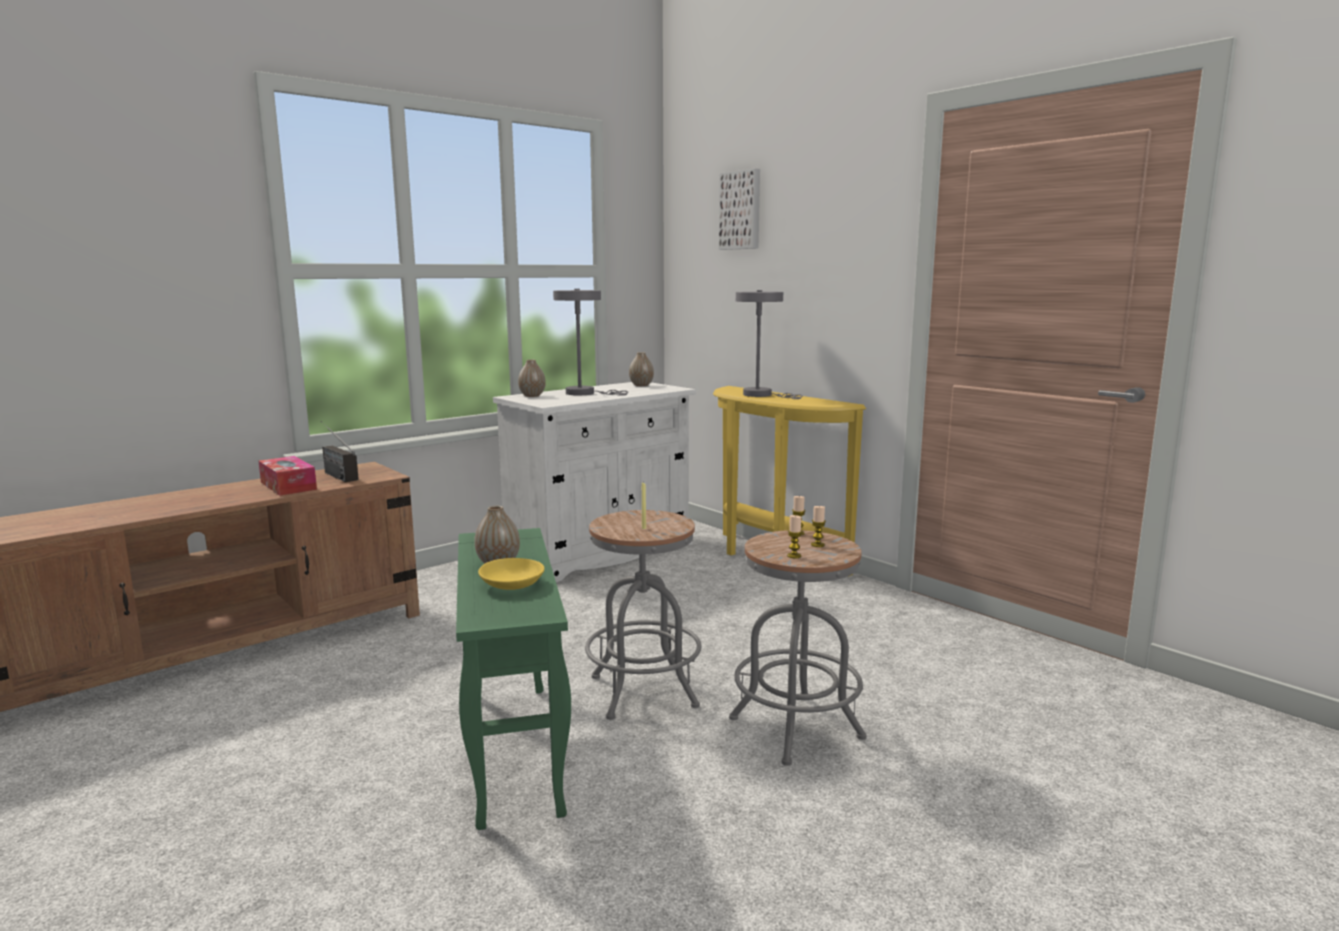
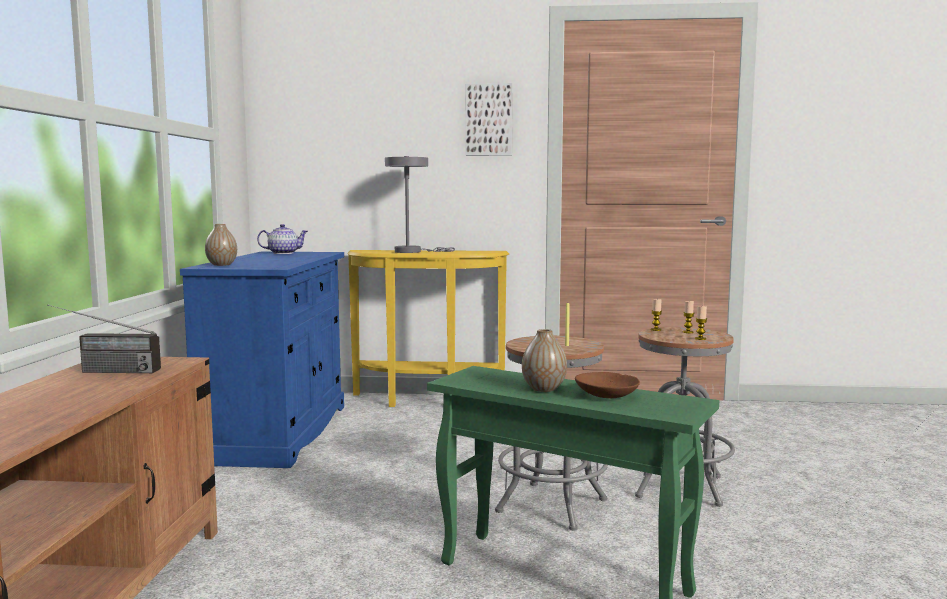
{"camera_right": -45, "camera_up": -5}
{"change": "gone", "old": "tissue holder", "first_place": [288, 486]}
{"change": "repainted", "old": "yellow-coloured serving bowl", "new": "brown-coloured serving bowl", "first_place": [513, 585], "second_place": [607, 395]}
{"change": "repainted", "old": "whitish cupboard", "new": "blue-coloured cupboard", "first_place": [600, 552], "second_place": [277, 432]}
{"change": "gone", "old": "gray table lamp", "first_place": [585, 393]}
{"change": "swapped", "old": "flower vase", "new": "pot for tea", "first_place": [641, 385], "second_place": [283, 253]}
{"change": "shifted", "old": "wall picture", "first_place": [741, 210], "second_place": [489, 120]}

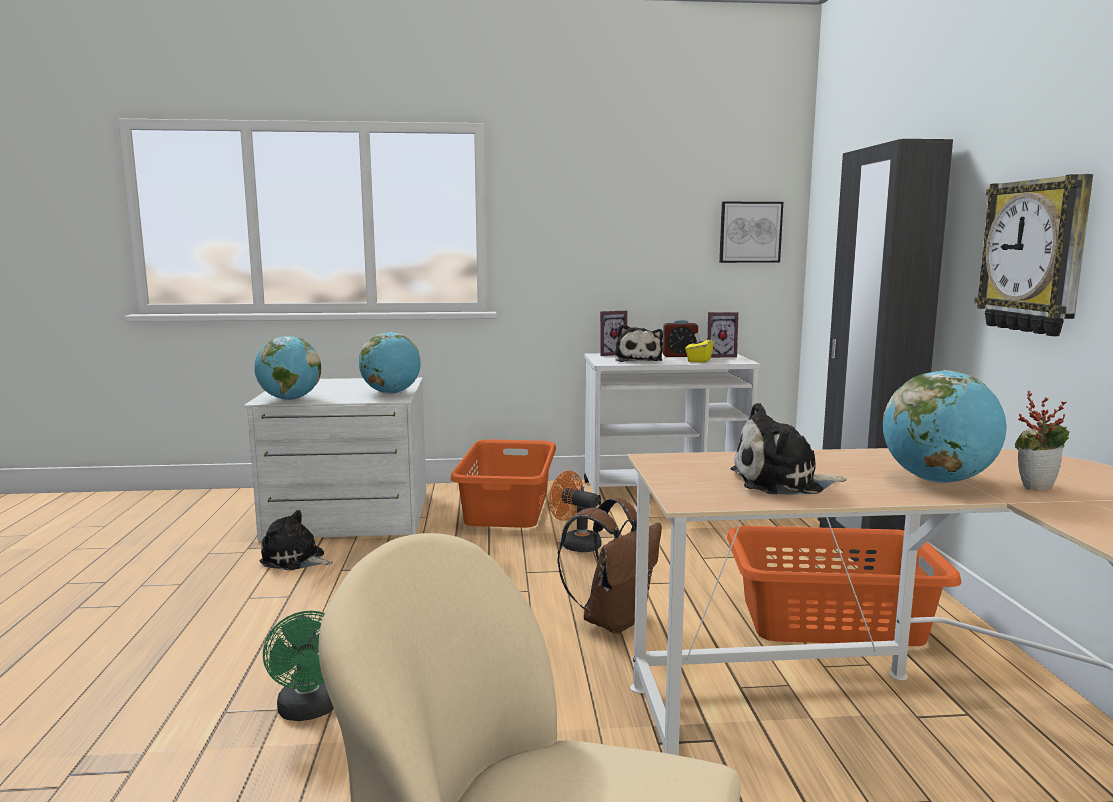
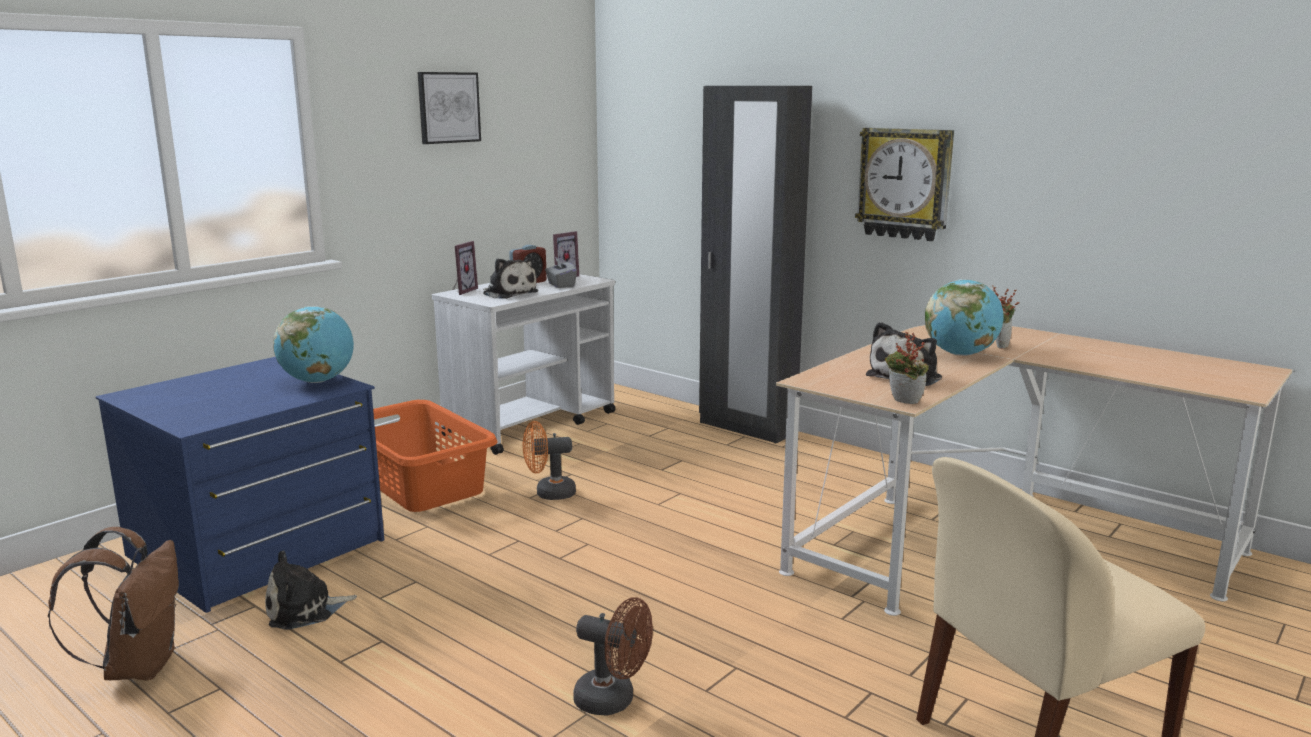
{"camera_right": -45, "camera_up": 5}
{"change": "repainted", "old": "whitish dresser", "new": "blue-coloured dresser", "first_place": [348, 516], "second_place": [258, 549]}
{"change": "gone", "old": "world globe", "first_place": [289, 399]}
{"change": "repainted", "old": "green-coloured cooling fan", "new": "brown-coloured cooling fan", "first_place": [309, 711], "second_place": [613, 701]}
{"change": "shifted", "old": "brown-coloured backpack", "first_place": [613, 620], "second_place": [138, 666]}
{"change": "repainted", "old": "yellow-coloured tissue holder", "new": "gray tissue holder", "first_place": [698, 360], "second_place": [560, 285]}
{"change": "shifted", "old": "wall picture", "first_place": [750, 232], "second_place": [448, 107]}
{"change": "gone", "old": "orange washing basket", "first_place": [829, 620]}
{"change": "new", "new": "houseplant", "second_place": [903, 402]}

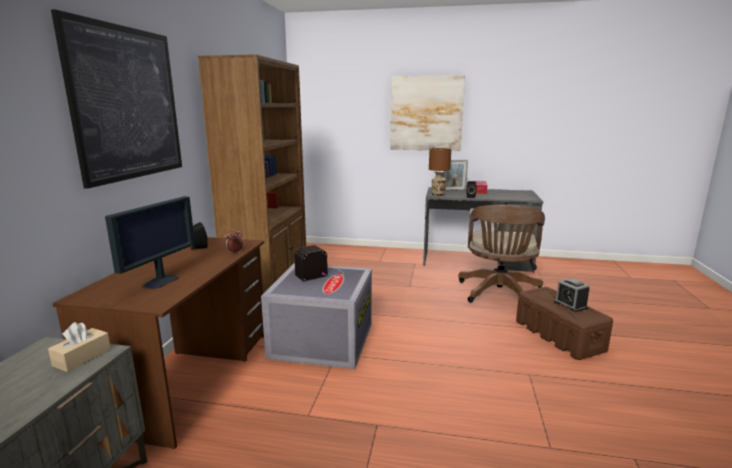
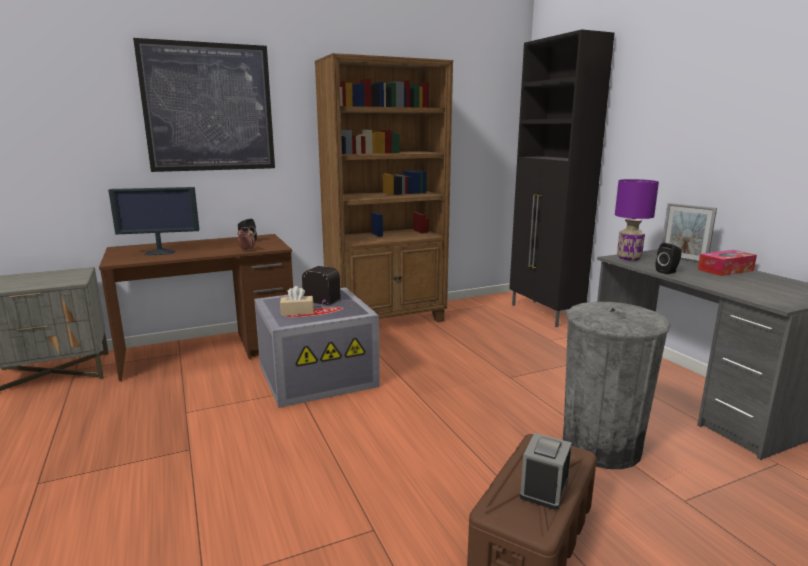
{"camera_right": 55, "camera_up": 0}
{"change": "shifted", "old": "beige tissue holder", "first_place": [82, 357], "second_place": [297, 312]}
{"change": "gone", "old": "wall picture", "first_place": [426, 113]}
{"change": "repainted", "old": "brown-coloured table lamp", "new": "purple-coloured table lamp", "first_place": [438, 194], "second_place": [629, 258]}
{"change": "swapped", "old": "brown-coloured office chair", "new": "gray waste bin", "first_place": [499, 294], "second_place": [601, 446]}
{"change": "new", "new": "black cupboard", "second_place": [545, 314]}

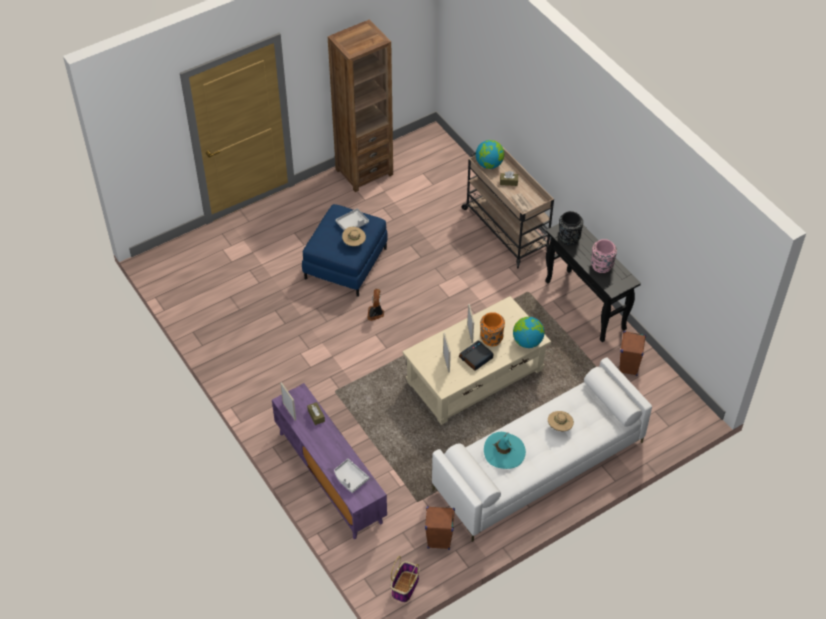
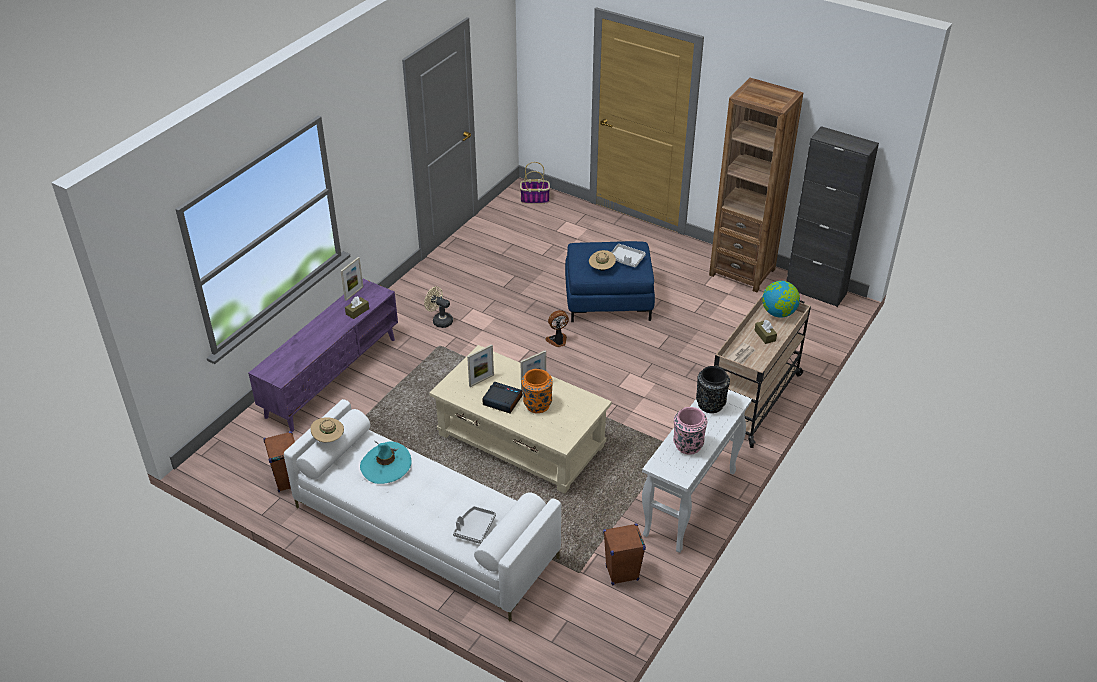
{"camera_right": 65, "camera_up": -10}
{"change": "shifted", "old": "gray serving tray", "first_place": [350, 478], "second_place": [474, 528]}
{"change": "shifted", "old": "storage basket", "first_place": [405, 586], "second_place": [535, 199]}
{"change": "gone", "old": "world globe", "first_place": [527, 341]}
{"change": "repainted", "old": "black console table", "new": "whitish console table", "first_place": [586, 305], "second_place": [690, 504]}
{"change": "shifted", "old": "beige hat", "first_place": [559, 426], "second_place": [329, 438]}
{"change": "new", "new": "beige cooling fan", "second_place": [439, 320]}
{"change": "new", "new": "black cupboard", "second_place": [815, 291]}

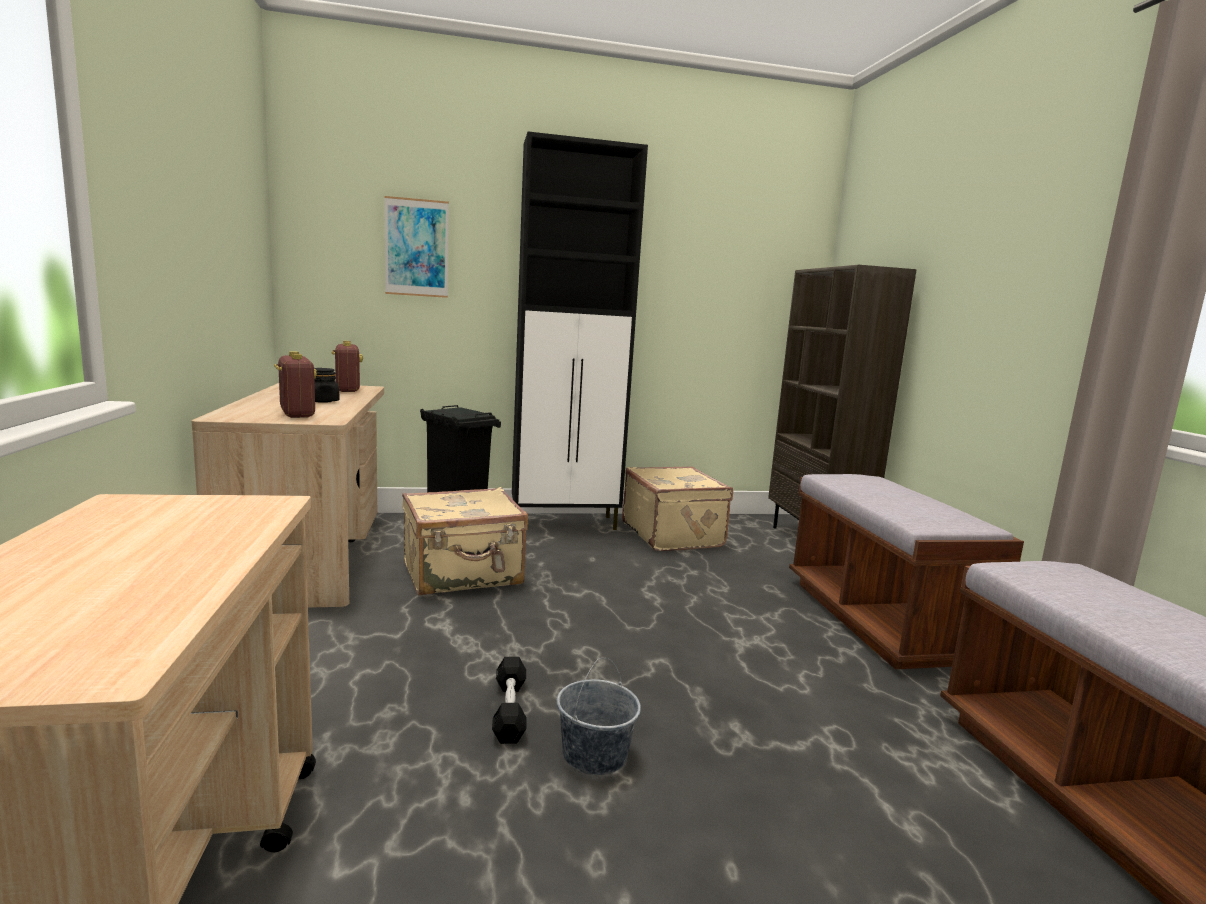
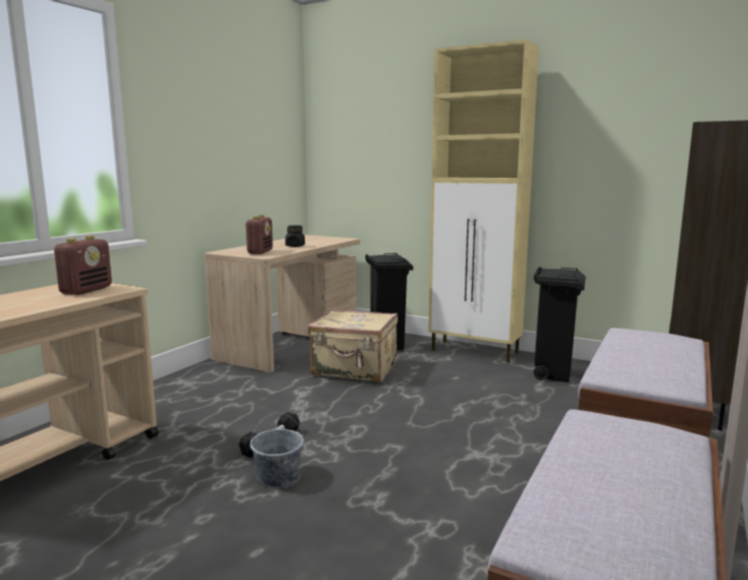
{"camera_right": 40, "camera_up": 0}
{"change": "shifted", "old": "radio set", "first_place": [347, 389], "second_place": [86, 290]}
{"change": "gone", "old": "wall picture", "first_place": [416, 248]}
{"change": "repainted", "old": "black cupboard", "new": "beige cupboard", "first_place": [566, 523], "second_place": [475, 351]}
{"change": "swapped", "old": "beige travel case", "new": "black waste bin", "first_place": [673, 535], "second_place": [553, 374]}

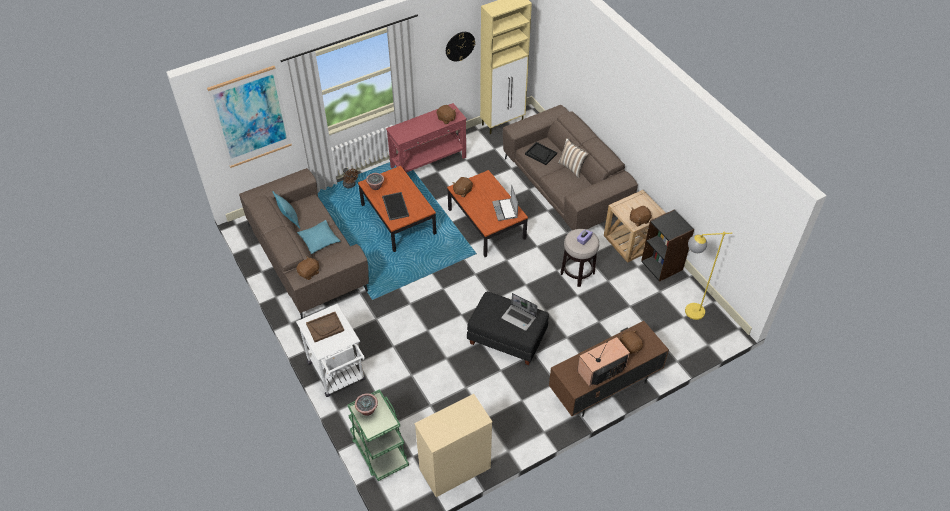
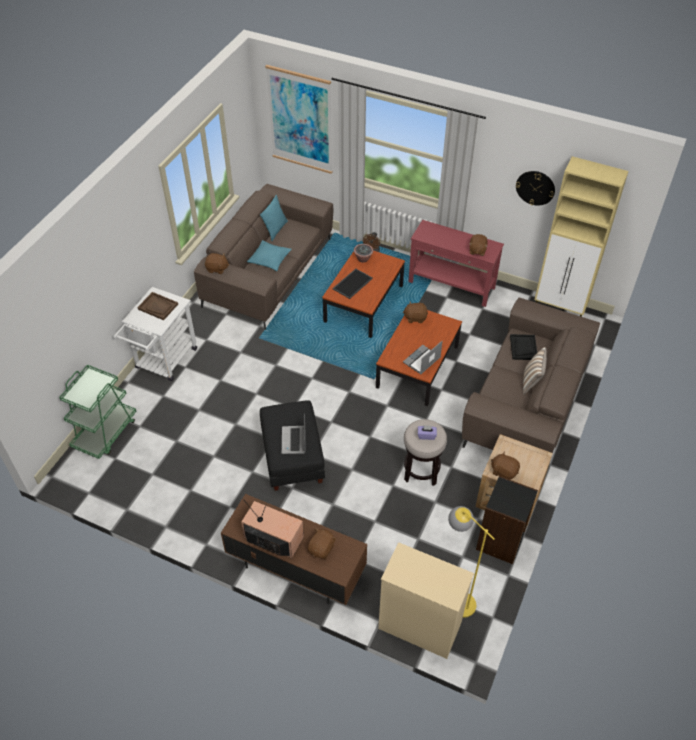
{"camera_right": 55, "camera_up": 0}
{"change": "gone", "old": "houseplant", "first_place": [367, 410]}
{"change": "shifted", "old": "beige dresser", "first_place": [454, 469], "second_place": [419, 625]}

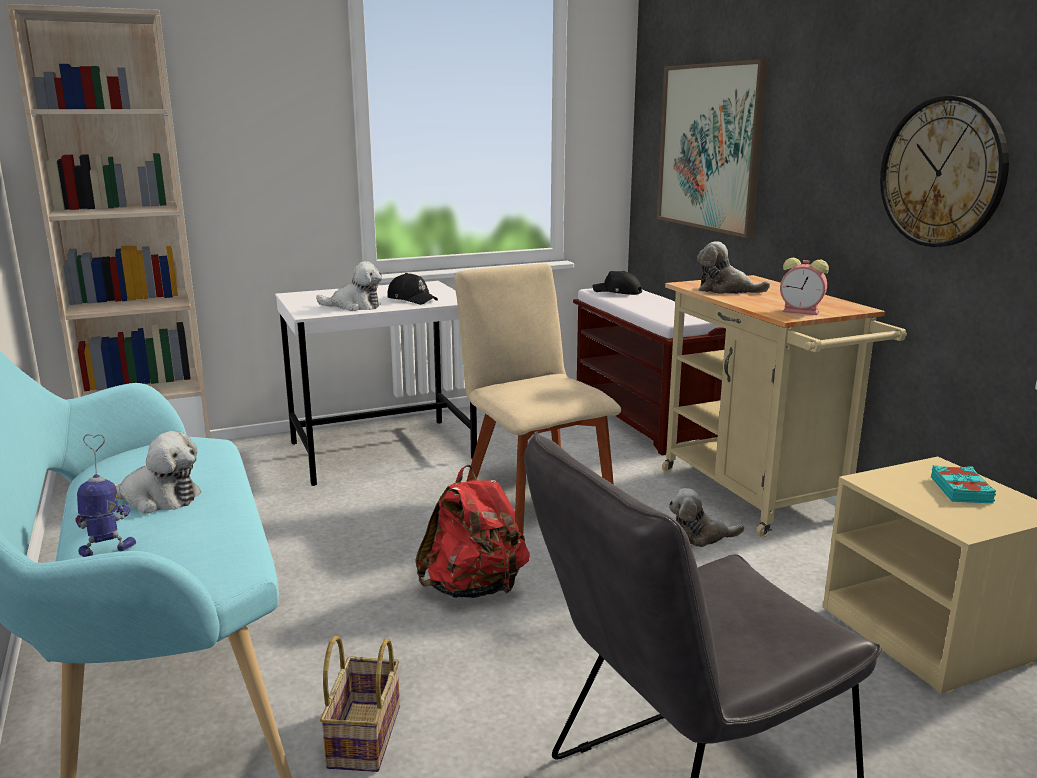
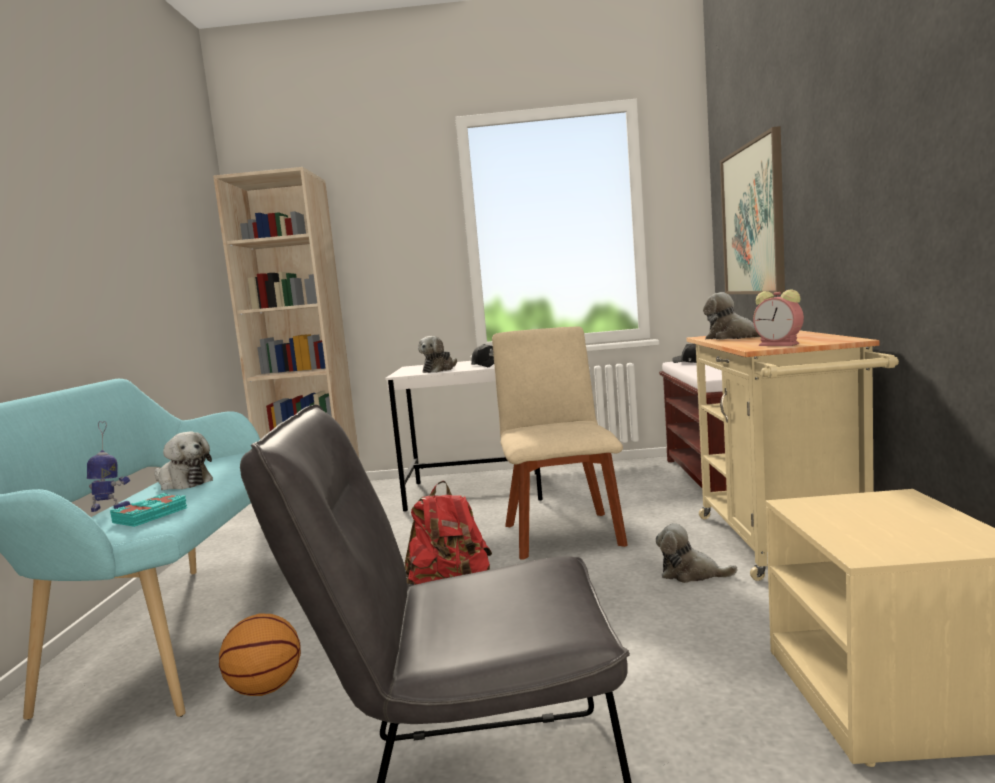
{"camera_right": 25, "camera_up": -10}
{"change": "rotated", "old": "cuddly toy", "first_place": [354, 306], "second_place": [439, 370], "degrees": 90}
{"change": "swapped", "old": "storage basket", "new": "basketball ball", "first_place": [363, 734], "second_place": [266, 689]}
{"change": "gone", "old": "clock on the wall", "first_place": [942, 172]}
{"change": "shifted", "old": "turquoise bound book", "first_place": [962, 490], "second_place": [151, 515]}

